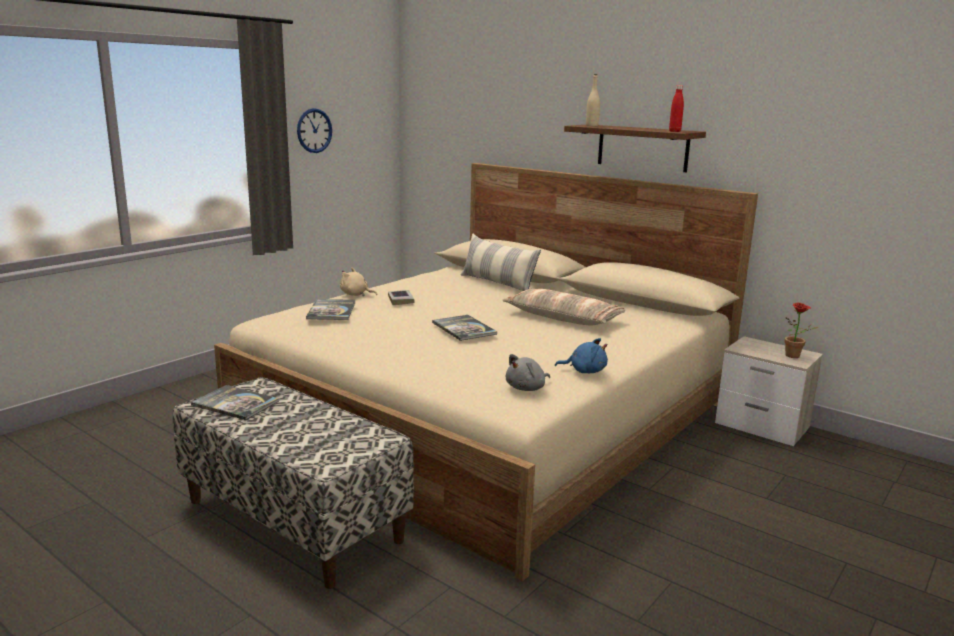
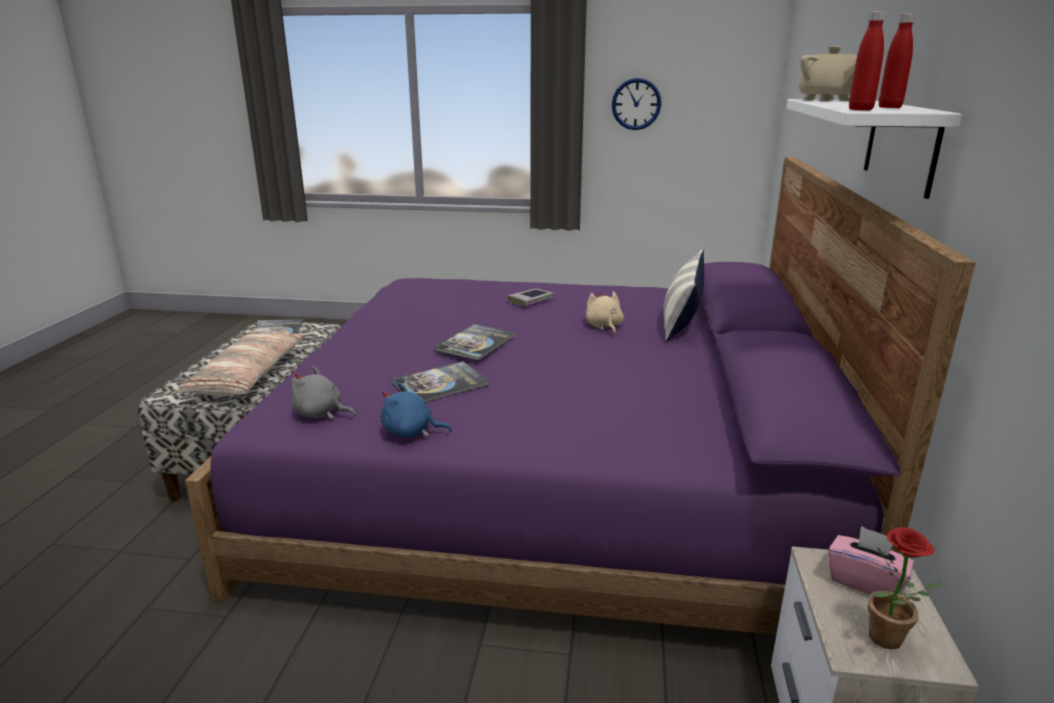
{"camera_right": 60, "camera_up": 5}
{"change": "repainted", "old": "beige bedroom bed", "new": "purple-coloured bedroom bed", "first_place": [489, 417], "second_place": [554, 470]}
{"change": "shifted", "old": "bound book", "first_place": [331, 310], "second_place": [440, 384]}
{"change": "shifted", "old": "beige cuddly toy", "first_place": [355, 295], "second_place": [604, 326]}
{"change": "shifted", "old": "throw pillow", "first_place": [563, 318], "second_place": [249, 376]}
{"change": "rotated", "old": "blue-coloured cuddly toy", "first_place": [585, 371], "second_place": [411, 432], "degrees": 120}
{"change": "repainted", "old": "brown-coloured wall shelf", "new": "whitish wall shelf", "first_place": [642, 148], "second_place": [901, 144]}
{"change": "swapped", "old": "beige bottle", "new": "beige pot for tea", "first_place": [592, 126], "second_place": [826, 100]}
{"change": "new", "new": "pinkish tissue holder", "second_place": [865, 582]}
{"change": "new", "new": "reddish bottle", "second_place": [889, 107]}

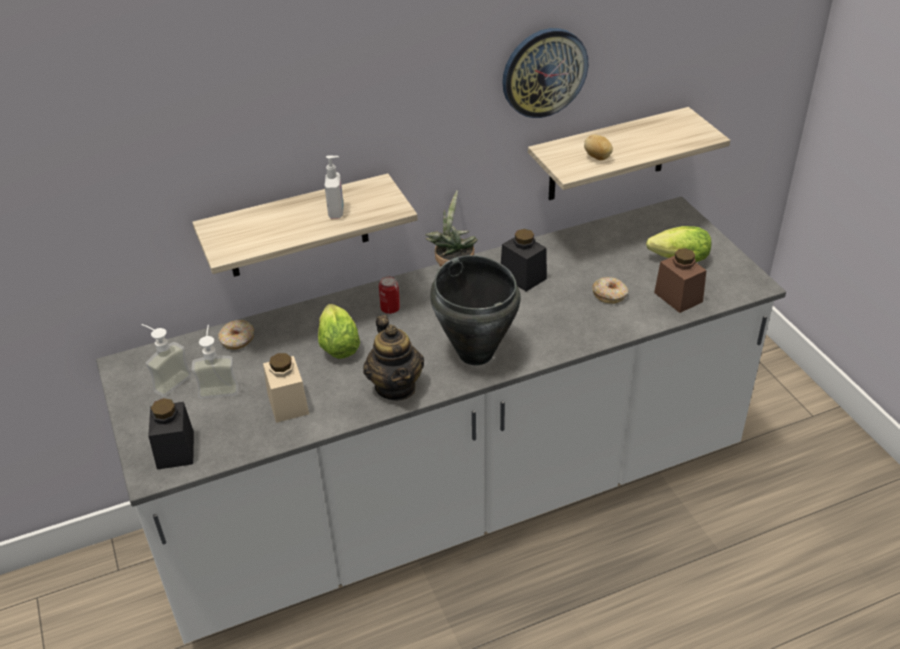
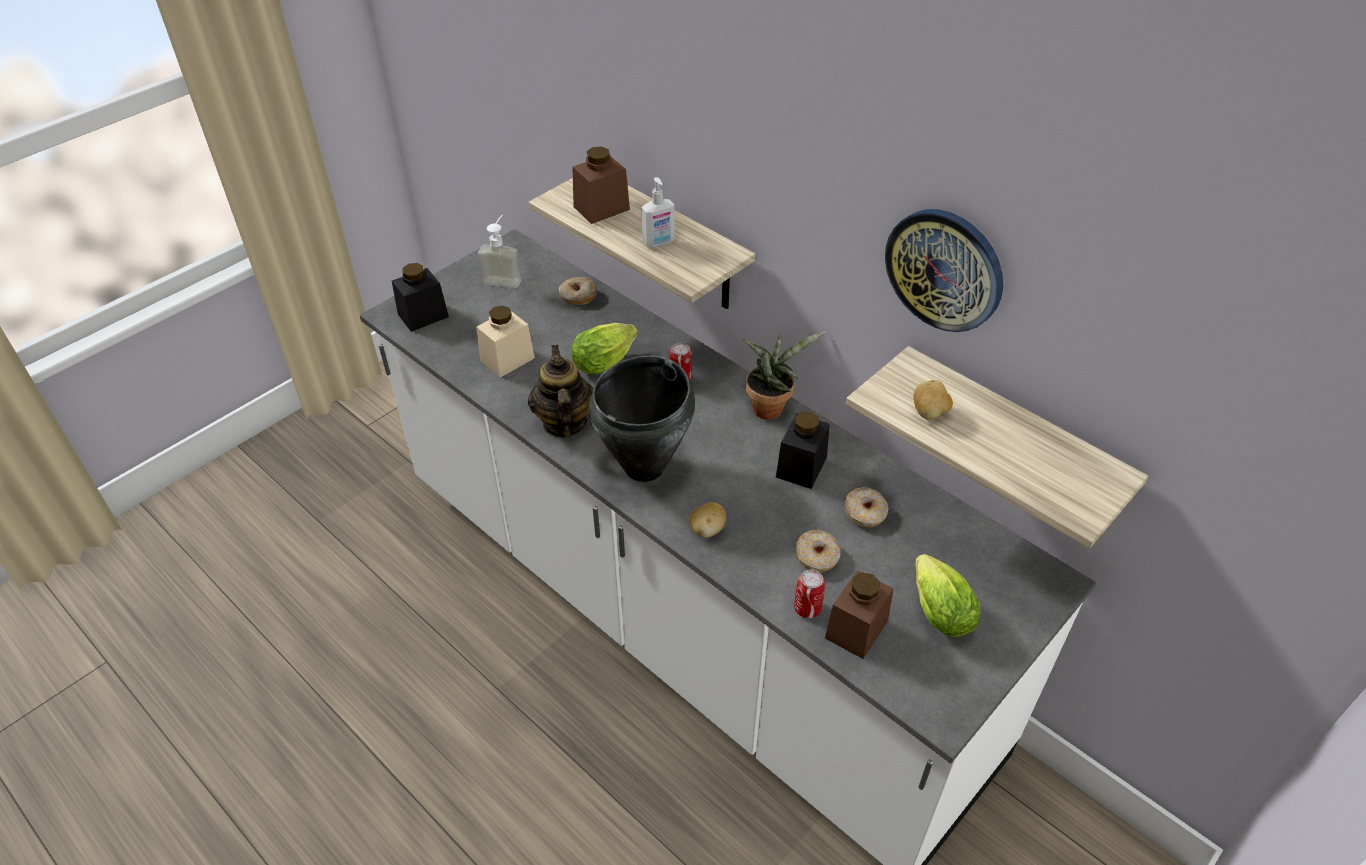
{"camera_right": 65, "camera_up": 5}
{"change": "gone", "old": "liquid soap bottle", "first_place": [219, 386]}
{"change": "rotated", "old": "pot for tea", "first_place": [396, 387], "second_place": [563, 423], "degrees": 120}
{"change": "new", "new": "brown-coloured preserve jar", "second_place": [601, 208]}
{"change": "new", "new": "spud", "second_place": [707, 530]}
{"change": "new", "new": "can", "second_place": [807, 608]}
{"change": "new", "new": "doughnut", "second_place": [865, 513]}

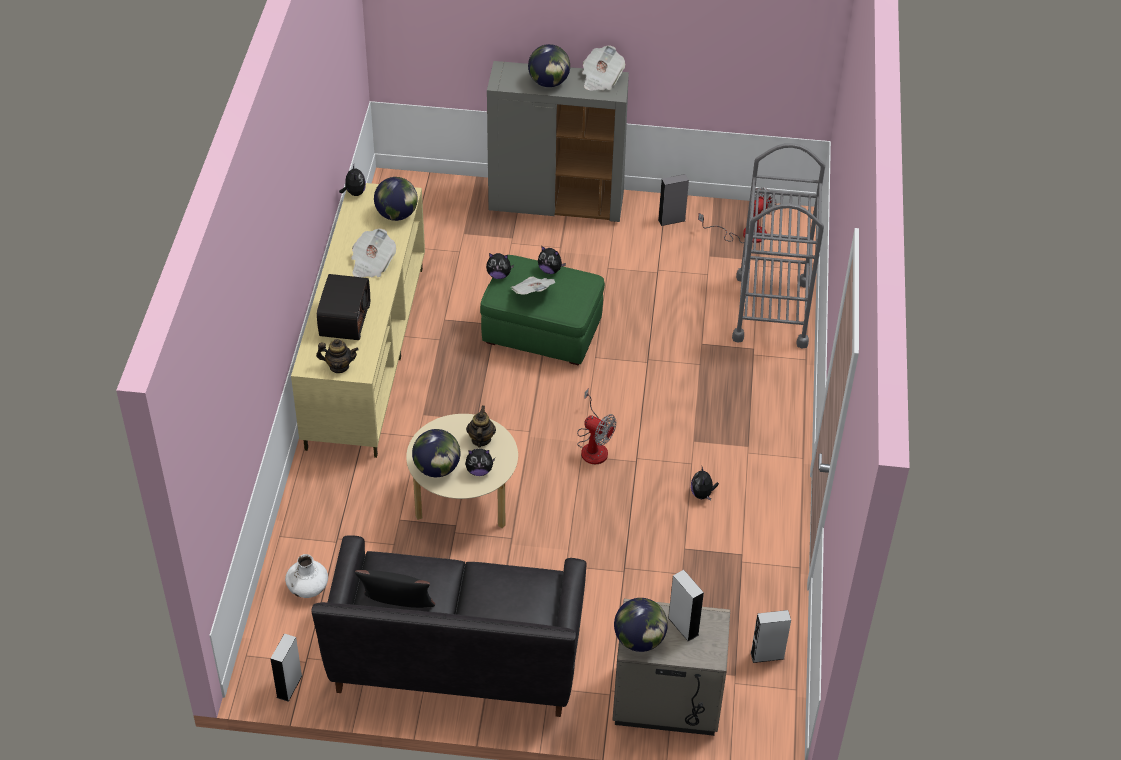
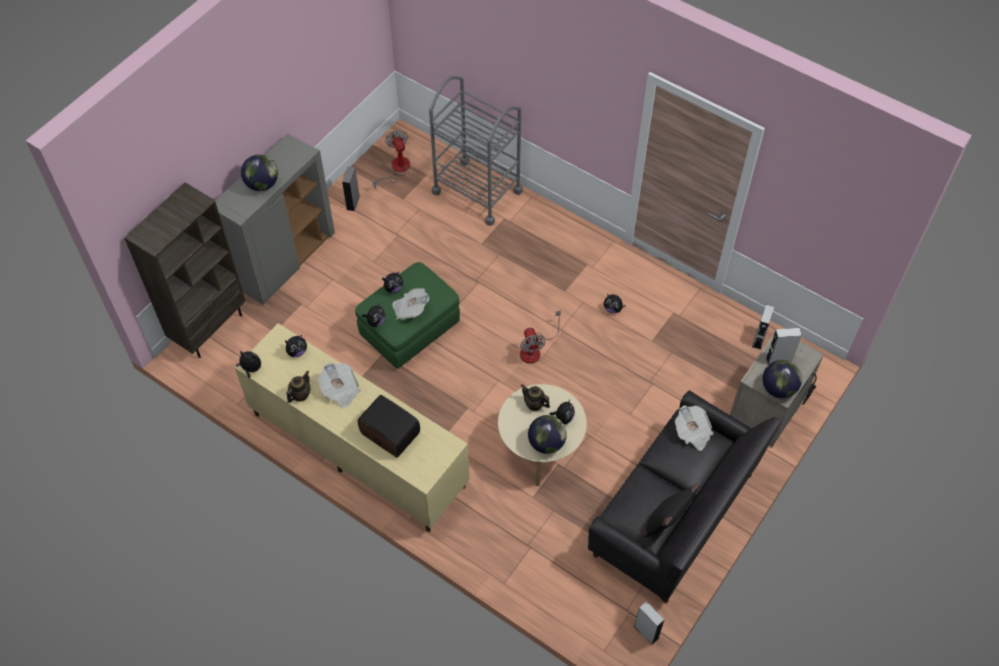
{"camera_right": -60, "camera_up": 10}
{"change": "gone", "old": "whitish flower vase", "first_place": [307, 589]}
{"change": "shifted", "old": "pot for tea", "first_place": [339, 366], "second_place": [300, 394]}
{"change": "swapped", "old": "world globe", "new": "cuddly toy", "first_place": [396, 215], "second_place": [297, 352]}
{"change": "rotated", "old": "cooling fan", "first_place": [593, 446], "second_place": [535, 349], "degrees": 105}
{"change": "shifted", "old": "daily paper", "first_place": [601, 79], "second_place": [692, 433]}
{"change": "new", "new": "brown-coloured bookshelf", "second_place": [209, 328]}

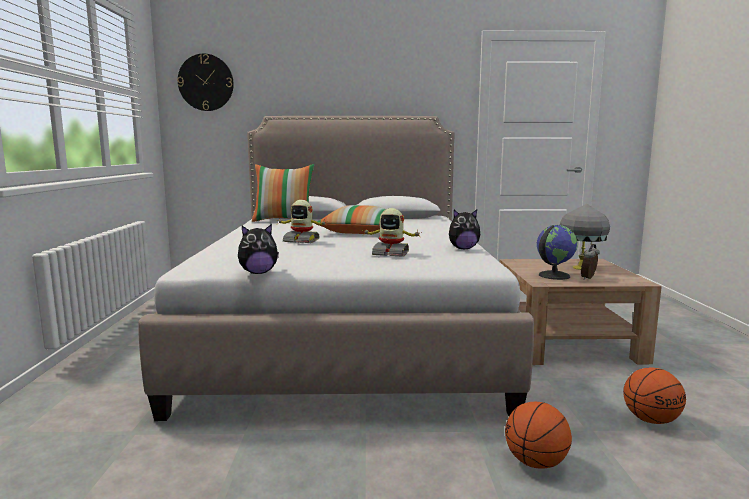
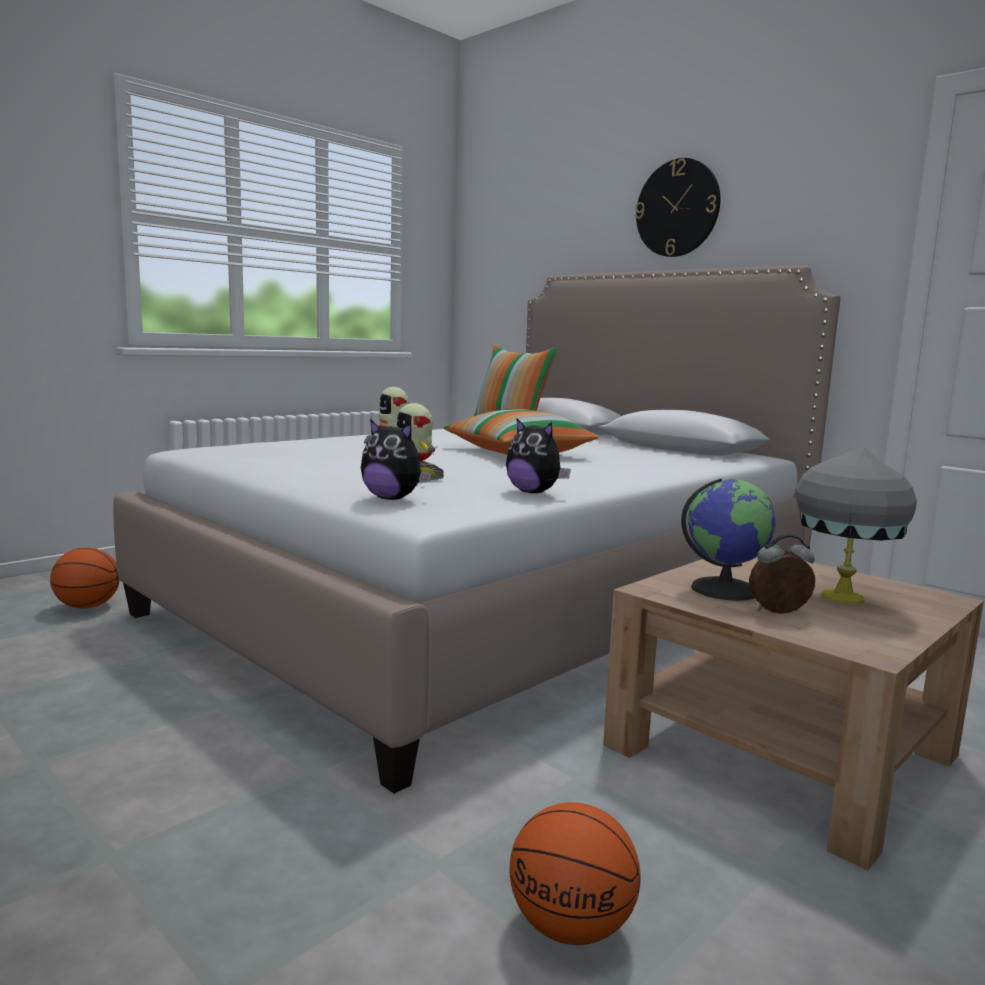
{"camera_right": 45, "camera_up": 0}
{"change": "shifted", "old": "clock on the wall", "first_place": [206, 82], "second_place": [677, 208]}
{"change": "shifted", "old": "cuddly toy", "first_place": [258, 273], "second_place": [392, 499]}
{"change": "shifted", "old": "basketball ball", "first_place": [535, 463], "second_place": [86, 607]}

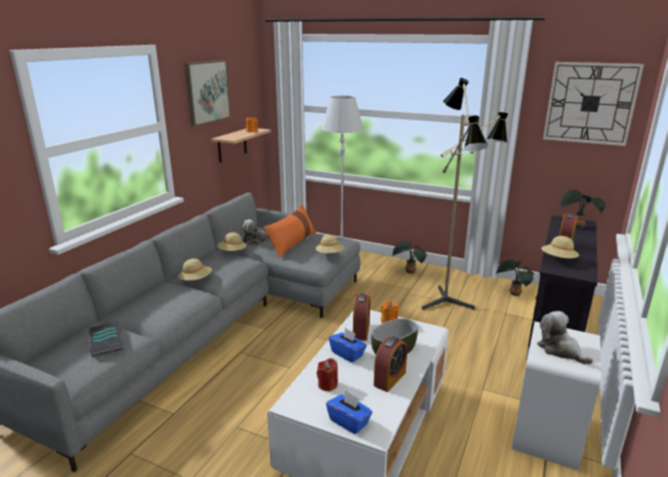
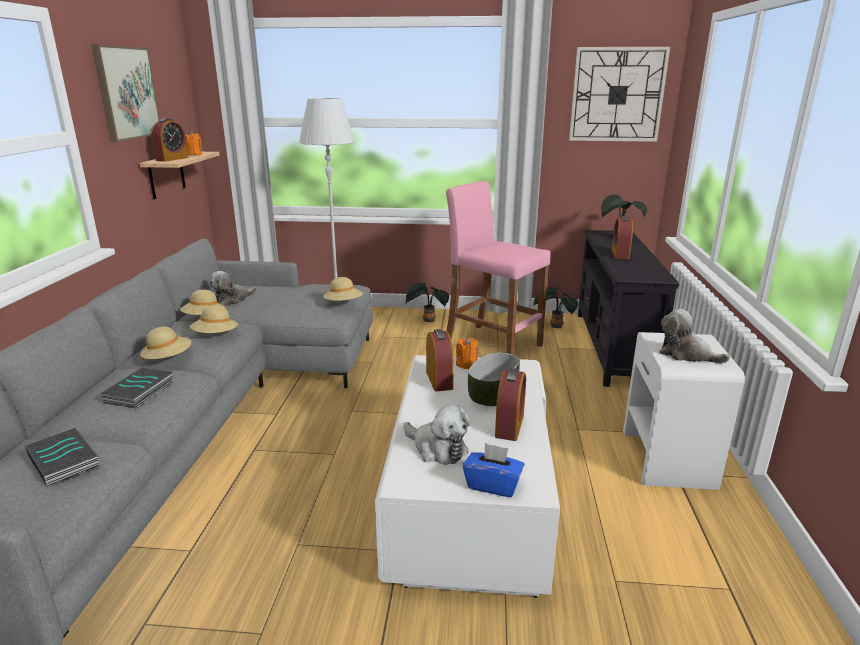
{"camera_right": -20, "camera_up": 0}
{"change": "gone", "old": "orange throw pillow", "first_place": [292, 243]}
{"change": "swapped", "old": "reddish wax candle", "new": "cuddly toy", "first_place": [327, 385], "second_place": [437, 448]}
{"change": "gone", "old": "blue-coloured tissue holder", "first_place": [347, 354]}
{"change": "swapped", "old": "standard lamp", "new": "pinkish sitting stool", "first_place": [451, 301], "second_place": [492, 344]}
{"change": "shifted", "old": "beige hat", "first_place": [558, 259], "second_place": [215, 336]}
{"change": "new", "new": "bound book", "second_place": [140, 392]}
{"change": "new", "new": "bedside clock", "second_place": [172, 159]}

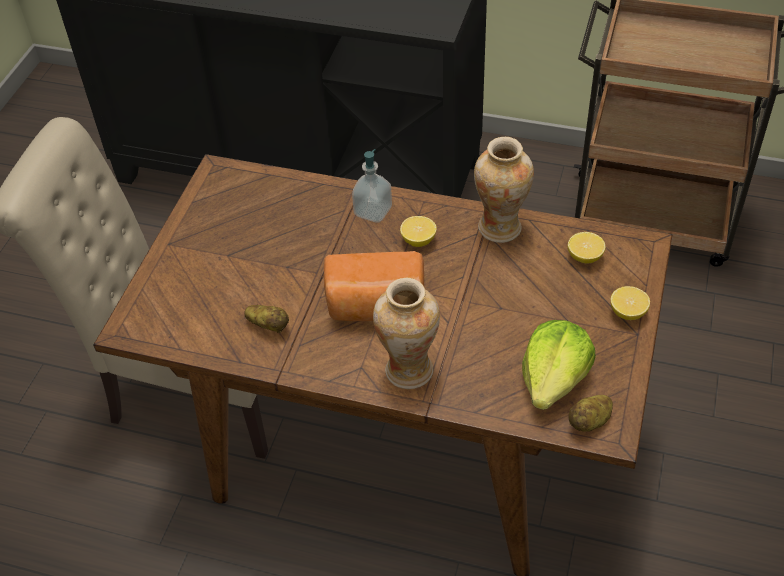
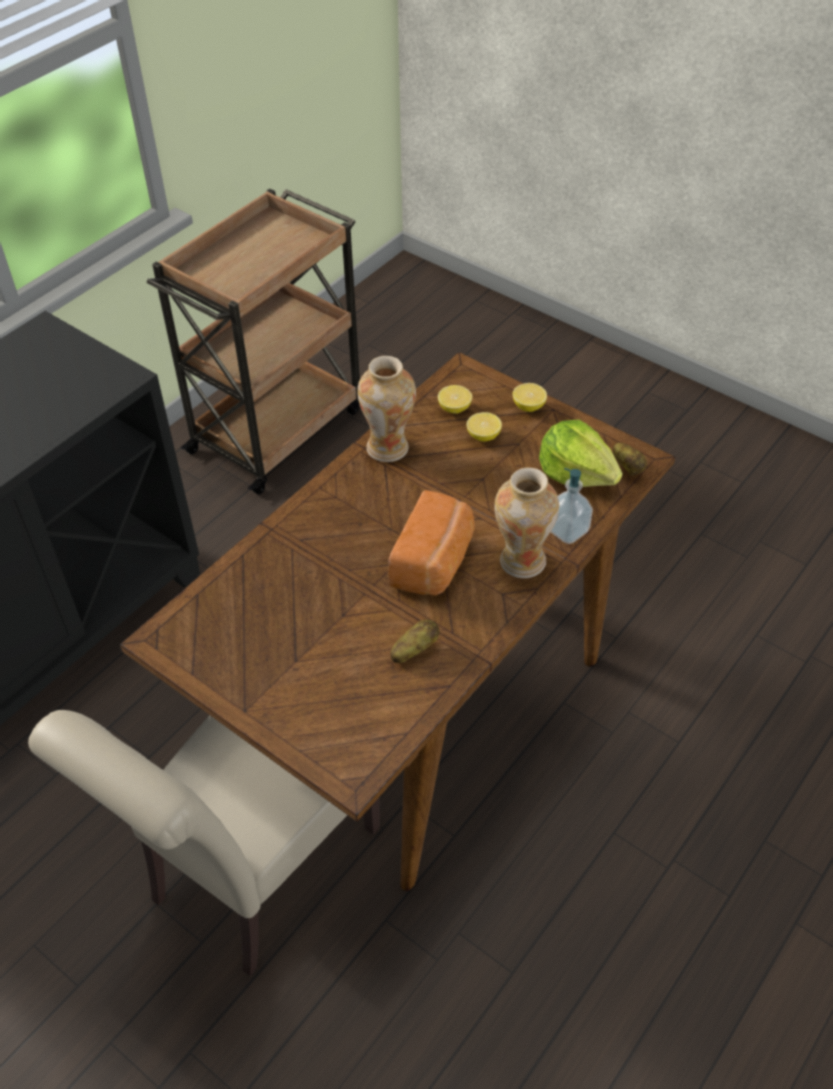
{"camera_right": -70, "camera_up": 0}
{"change": "shifted", "old": "liquid soap bottle", "first_place": [373, 211], "second_place": [567, 530]}
{"change": "shifted", "old": "citrus fruit", "first_place": [418, 240], "second_place": [483, 436]}

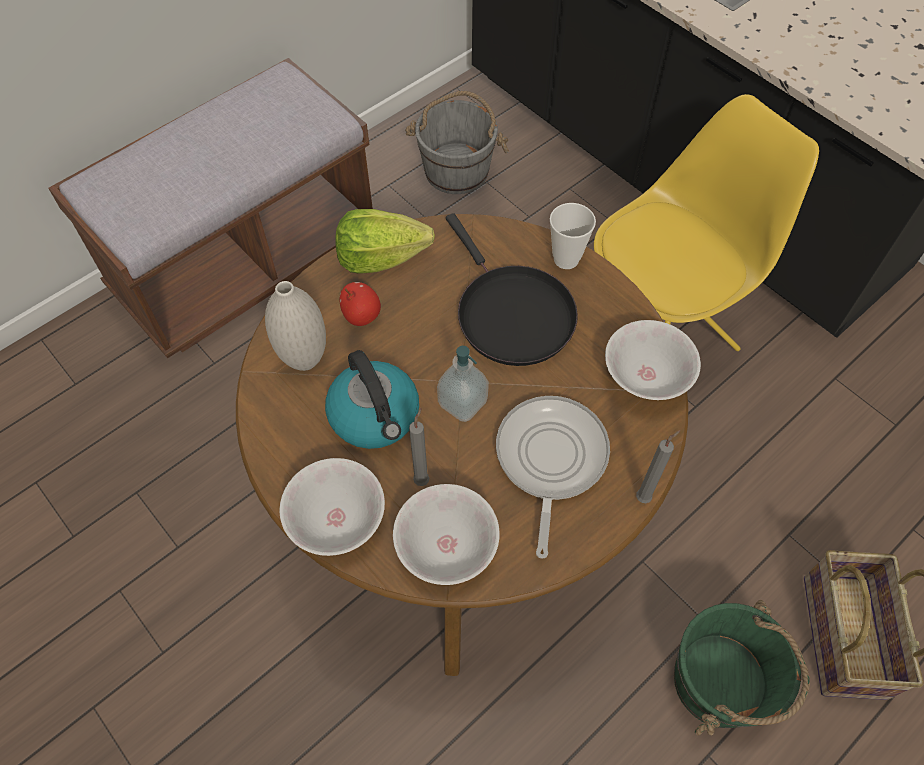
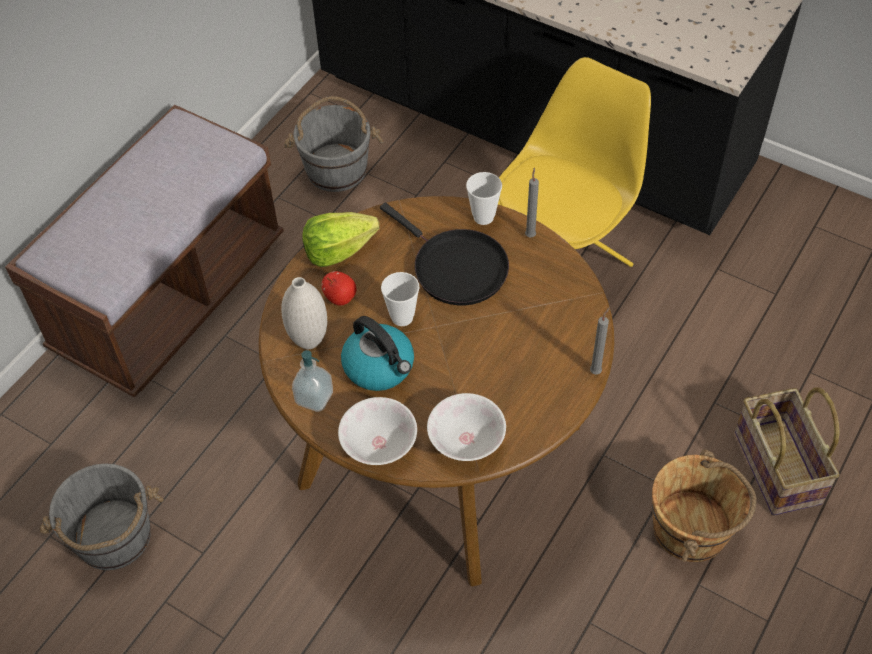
{"camera_right": -15, "camera_up": -5}
{"change": "shifted", "old": "gray wax candle", "first_place": [422, 479], "second_place": [530, 234]}
{"change": "shifted", "old": "liquid soap bottle", "first_place": [462, 403], "second_place": [314, 398]}
{"change": "gone", "old": "pan", "first_place": [549, 460]}
{"change": "gone", "old": "whitish serving bowl", "first_place": [646, 376]}
{"change": "repainted", "old": "green-coloured water bucket", "new": "brown-coloured water bucket", "first_place": [720, 682], "second_place": [692, 528]}
{"change": "new", "new": "gray water bucket", "second_place": [113, 538]}
{"change": "new", "new": "cup", "second_place": [402, 317]}

